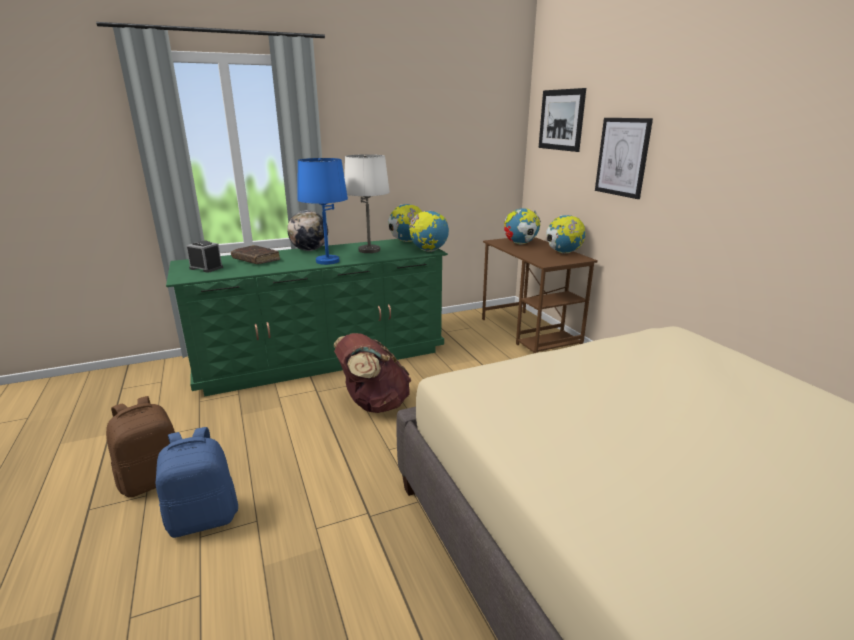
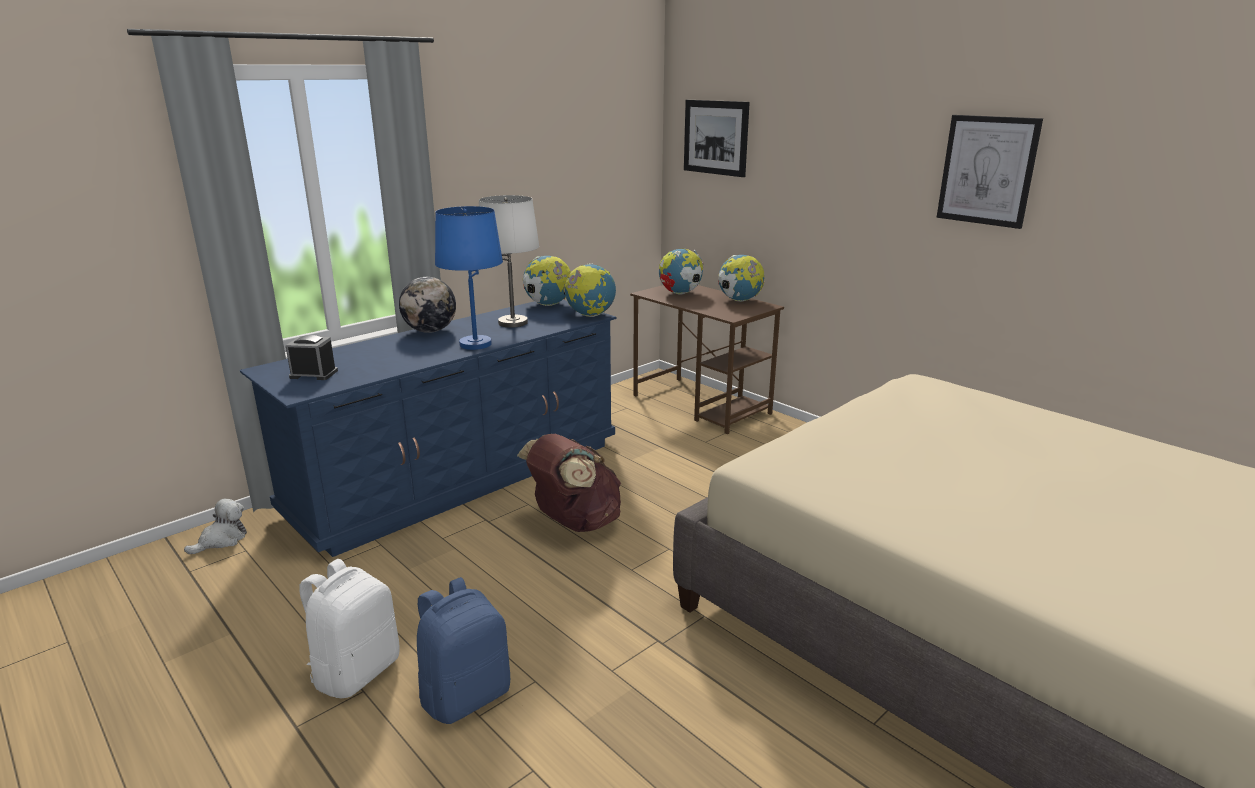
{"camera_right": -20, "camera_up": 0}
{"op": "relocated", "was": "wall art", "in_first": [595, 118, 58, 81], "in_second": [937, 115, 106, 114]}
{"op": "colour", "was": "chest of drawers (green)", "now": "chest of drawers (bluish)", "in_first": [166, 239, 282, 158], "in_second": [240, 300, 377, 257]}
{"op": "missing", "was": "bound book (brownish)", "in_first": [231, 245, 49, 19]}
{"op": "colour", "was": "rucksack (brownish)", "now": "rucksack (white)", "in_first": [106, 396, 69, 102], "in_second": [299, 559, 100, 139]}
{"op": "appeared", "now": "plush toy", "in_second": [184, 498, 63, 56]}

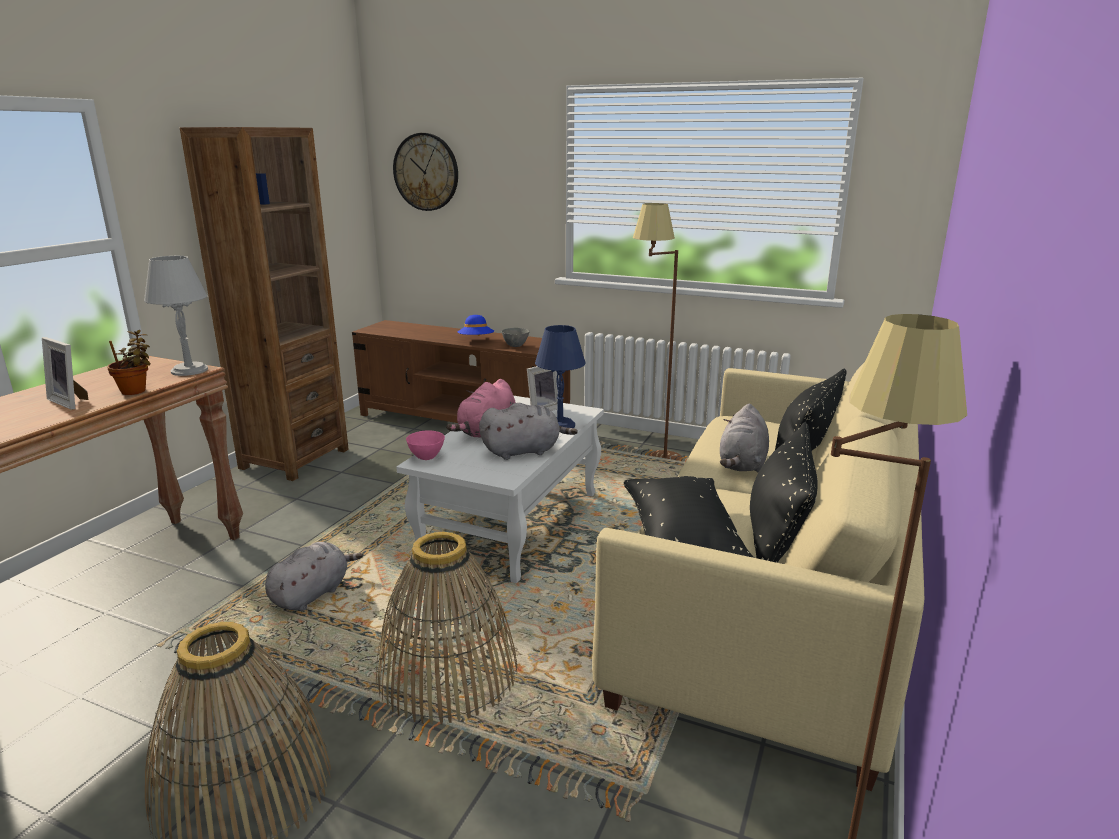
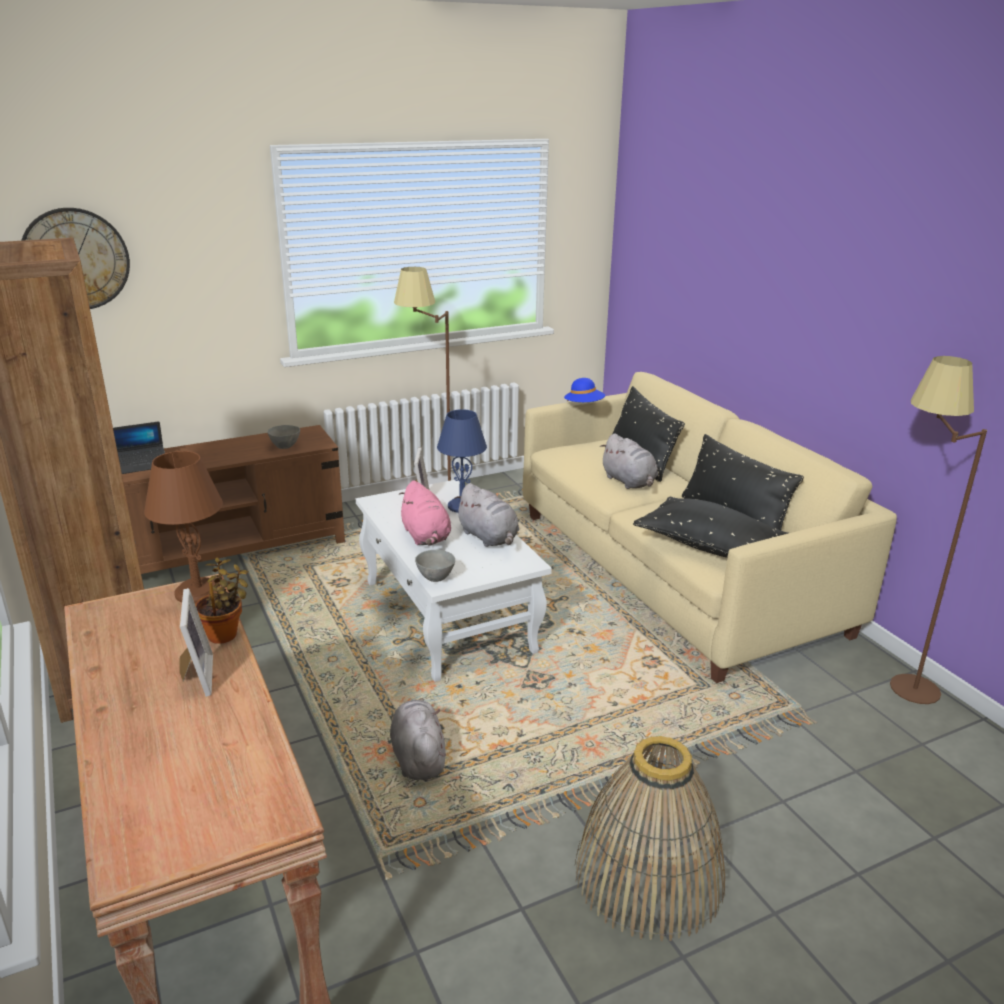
{"camera_right": -50, "camera_up": 5}
{"op": "colour", "was": "lamp for a table (greyish)", "now": "lamp for a table (brownish)", "in_first": [144, 256, 64, 120], "in_second": [144, 451, 79, 153]}
{"op": "relocated", "was": "wearable hat (bluish)", "in_first": [458, 315, 36, 21], "in_second": [564, 378, 41, 24]}
{"op": "spun", "was": "picture frame", "in_first": [42, 337, 47, 73], "in_second": [179, 588, 34, 109], "clockwise": -90}
{"op": "spun", "was": "plush toy (greyish)", "in_first": [479, 402, 99, 58], "in_second": [454, 483, 65, 64], "clockwise": 120}
{"op": "colour", "was": "deep dish (pink)", "now": "deep dish (greyish)", "in_first": [406, 430, 39, 30], "in_second": [415, 550, 40, 32]}
{"op": "missing", "was": "household basket", "in_first": [376, 532, 141, 193]}
{"op": "appeared", "now": "notebook computer", "in_second": [113, 421, 52, 53]}

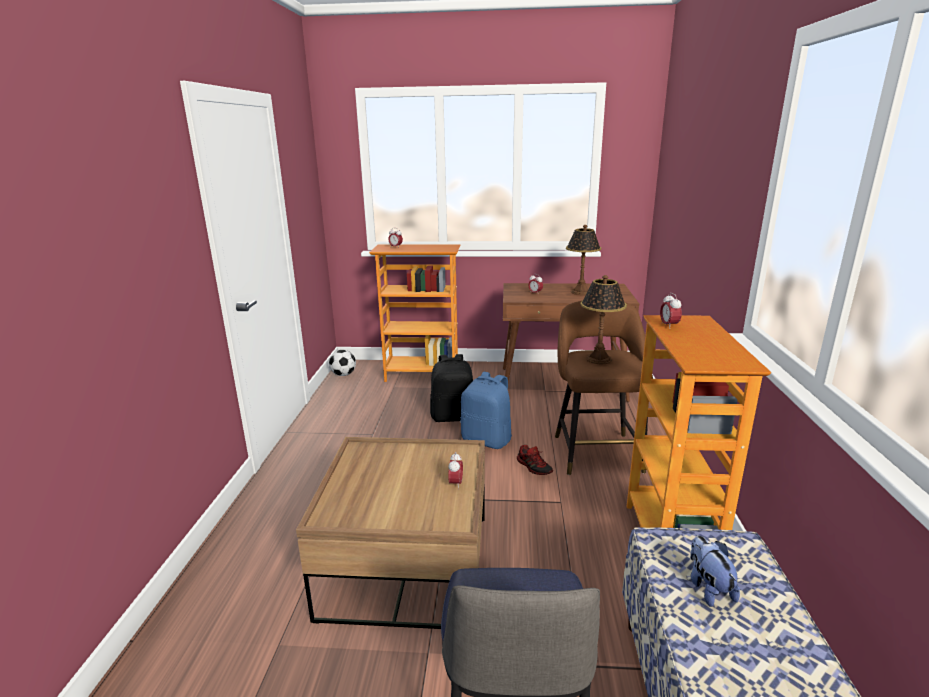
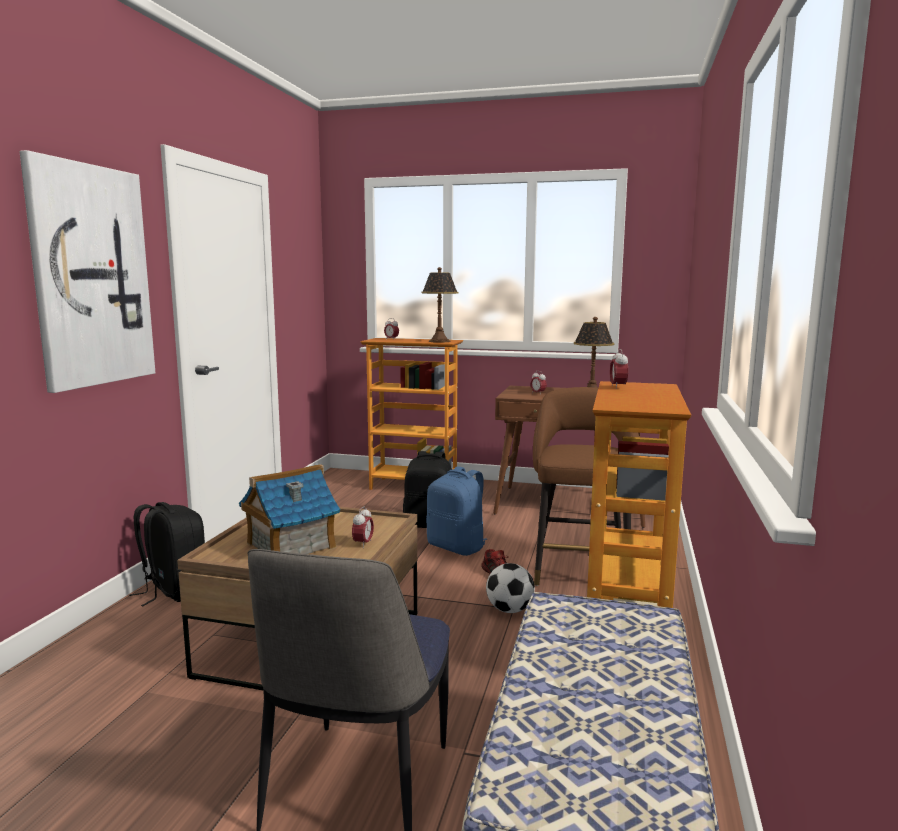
{"camera_right": 10, "camera_up": -10}
{"op": "relocated", "was": "lamp for a table", "in_first": [580, 275, 47, 89], "in_second": [421, 267, 38, 76]}
{"op": "relocated", "was": "football ball", "in_first": [329, 350, 27, 26], "in_second": [486, 563, 49, 50]}
{"op": "missing", "was": "plush toy", "in_first": [690, 536, 50, 71]}
{"op": "appeared", "now": "wall art", "in_second": [19, 150, 136, 243]}
{"op": "appeared", "now": "toy house", "in_second": [239, 464, 101, 90]}
{"op": "appeared", "now": "rucksack (blackish)", "in_second": [129, 502, 76, 104]}

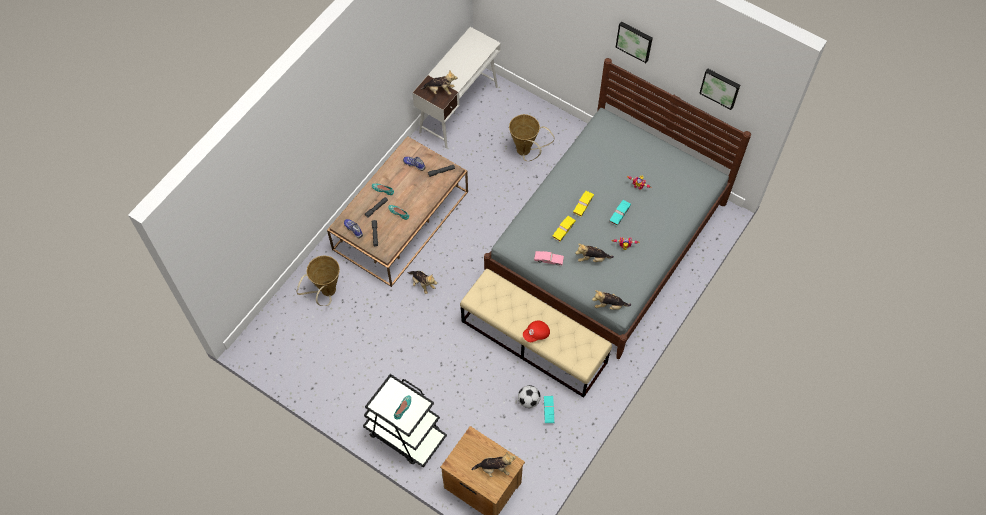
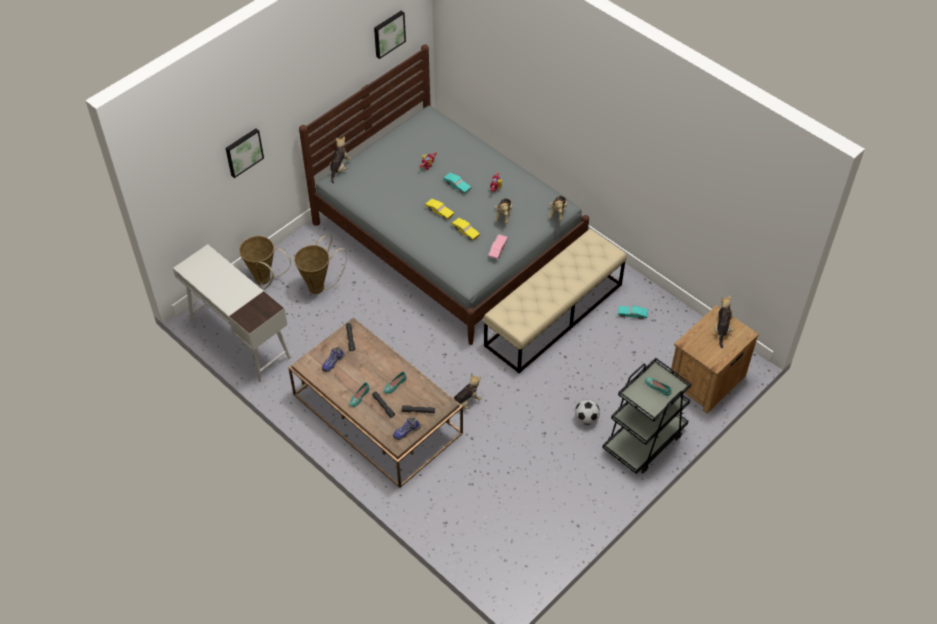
{"camera_right": -80, "camera_up": -10}
{"op": "relocated", "was": "wall art", "in_first": [615, 22, 38, 41], "in_second": [226, 129, 38, 49]}
{"op": "relocated", "was": "plush toy", "in_first": [420, 70, 37, 25], "in_second": [329, 136, 22, 47]}
{"op": "relocated", "was": "household basket", "in_first": [296, 256, 44, 50], "in_second": [239, 236, 52, 53]}
{"op": "missing", "was": "baseball cap (red)", "in_first": [523, 321, 27, 21]}
{"op": "relocated", "was": "football ball", "in_first": [518, 385, 23, 23], "in_second": [575, 400, 25, 25]}

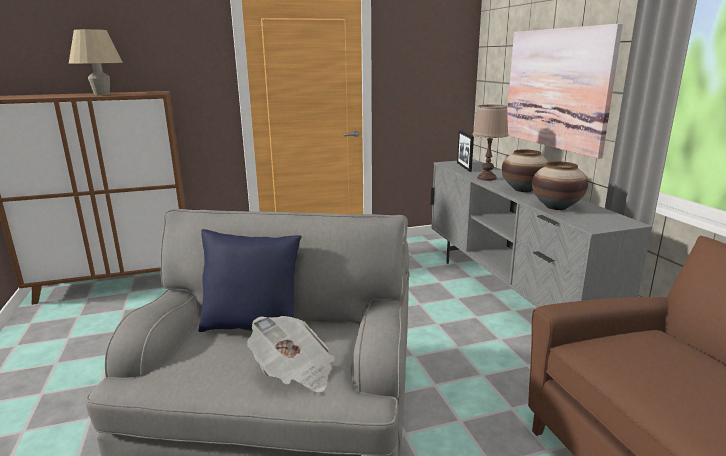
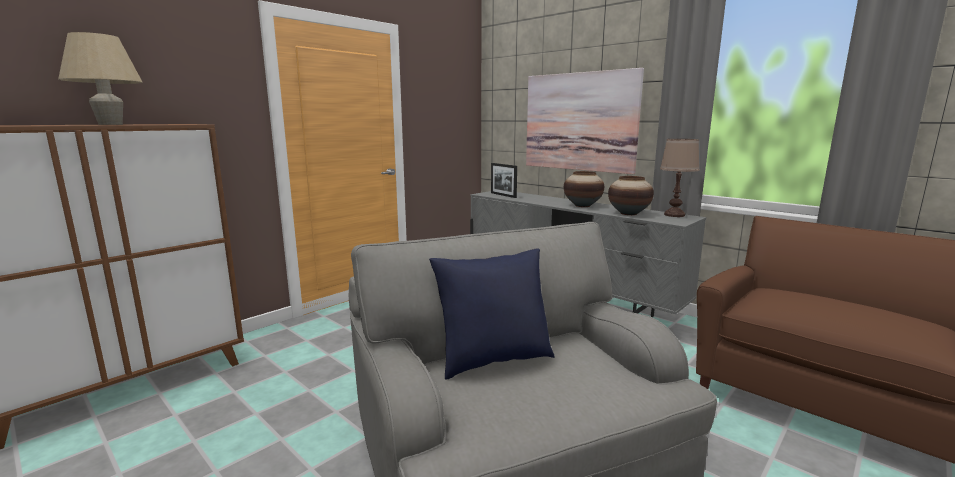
{"camera_right": -30, "camera_up": -5}
{"op": "relocated", "was": "lamp for a table (brownish)", "in_first": [472, 105, 37, 76], "in_second": [660, 139, 40, 78]}
{"op": "missing", "was": "printed paper", "in_first": [247, 316, 88, 76]}

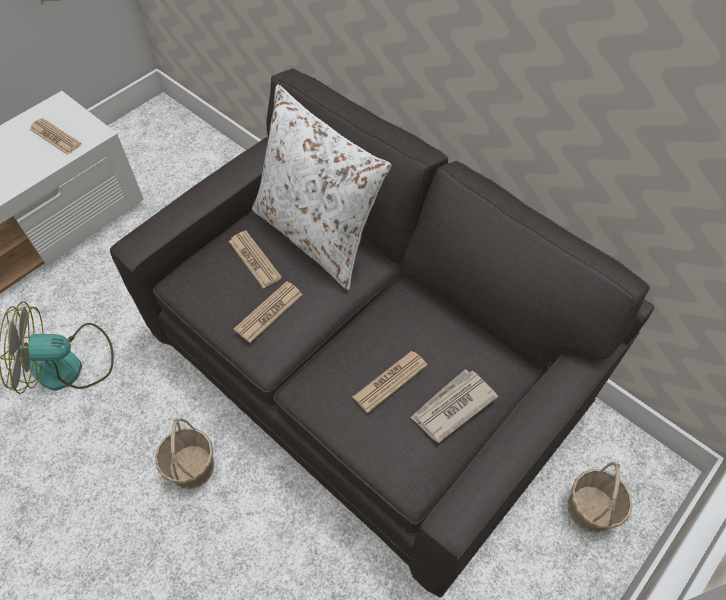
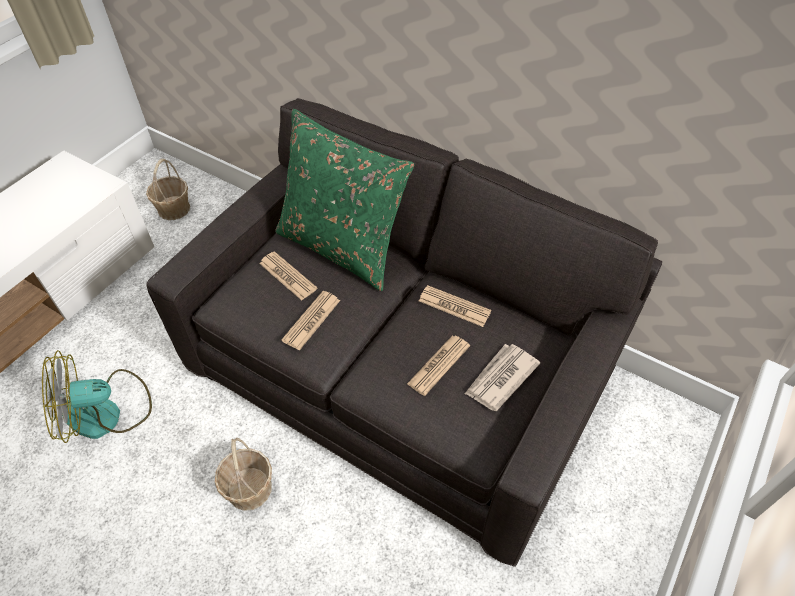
{"camera_right": -10, "camera_up": -5}
{"op": "colour", "was": "pillow (white)", "now": "pillow (green)", "in_first": [252, 85, 139, 205], "in_second": [275, 109, 139, 182]}
{"op": "relocated", "was": "printed paper", "in_first": [29, 118, 52, 37], "in_second": [419, 285, 72, 42]}
{"op": "relocated", "was": "household basket", "in_first": [568, 462, 64, 71], "in_second": [146, 159, 44, 61]}

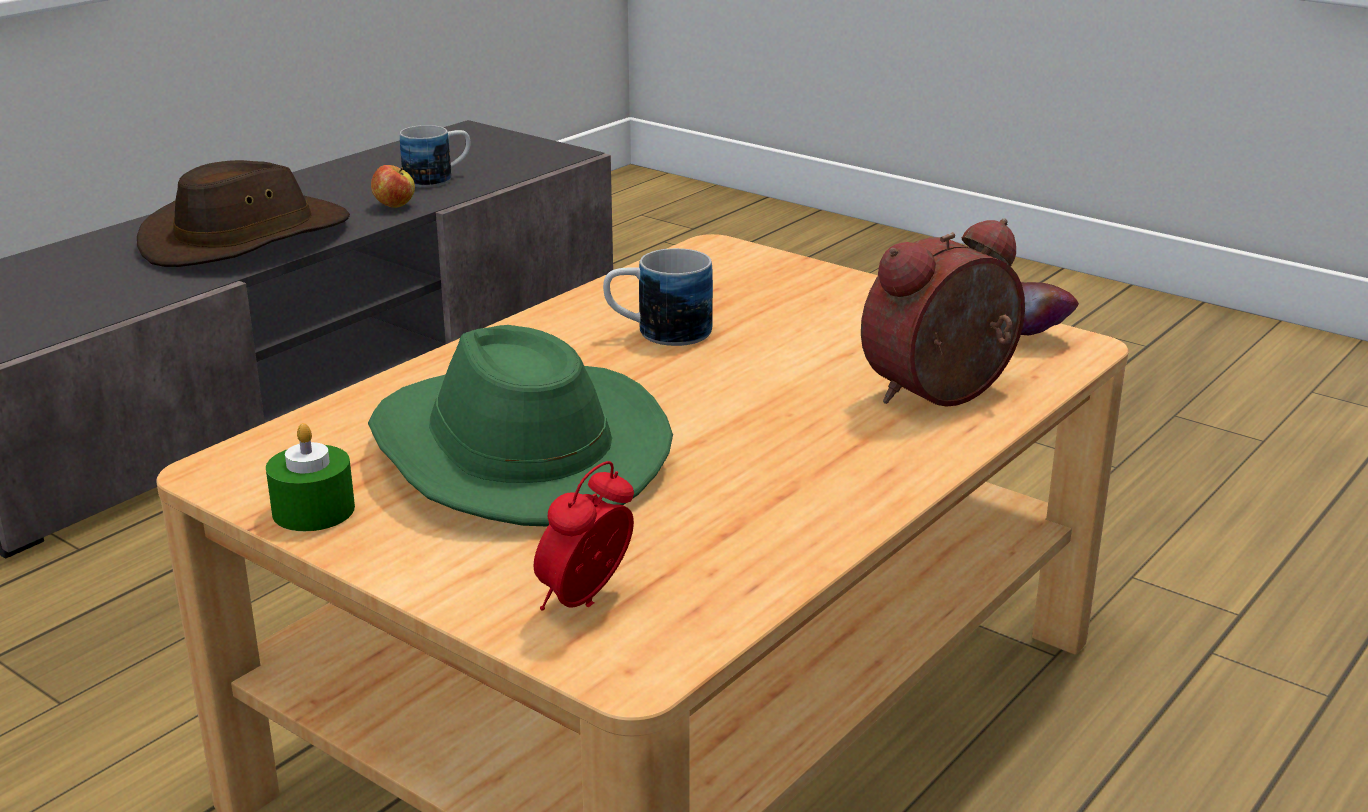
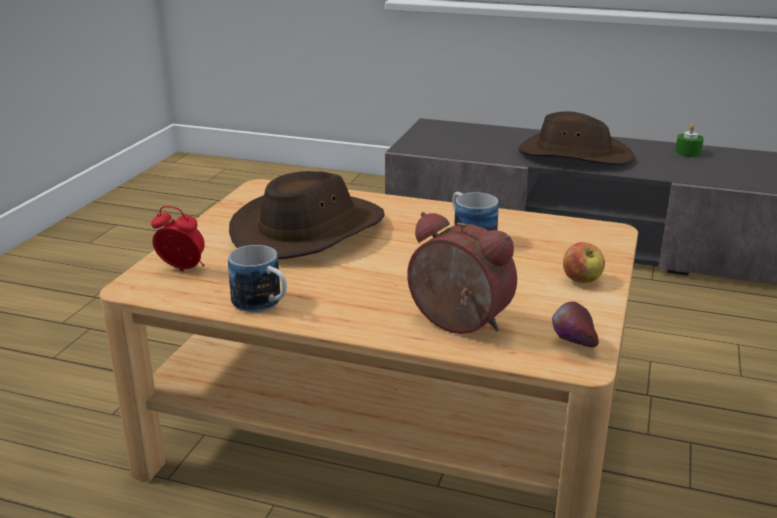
{"camera_right": 70, "camera_up": 0}
{"op": "relocated", "was": "tea mug", "in_first": [400, 125, 70, 63], "in_second": [228, 245, 59, 67]}
{"op": "relocated", "was": "apple", "in_first": [371, 165, 44, 43], "in_second": [563, 242, 42, 41]}
{"op": "colour", "was": "wearable hat (green)", "now": "wearable hat (brownish)", "in_first": [368, 325, 305, 202], "in_second": [229, 171, 156, 88]}
{"op": "relocated", "was": "candle (green)", "in_first": [266, 423, 89, 108], "in_second": [675, 124, 29, 33]}

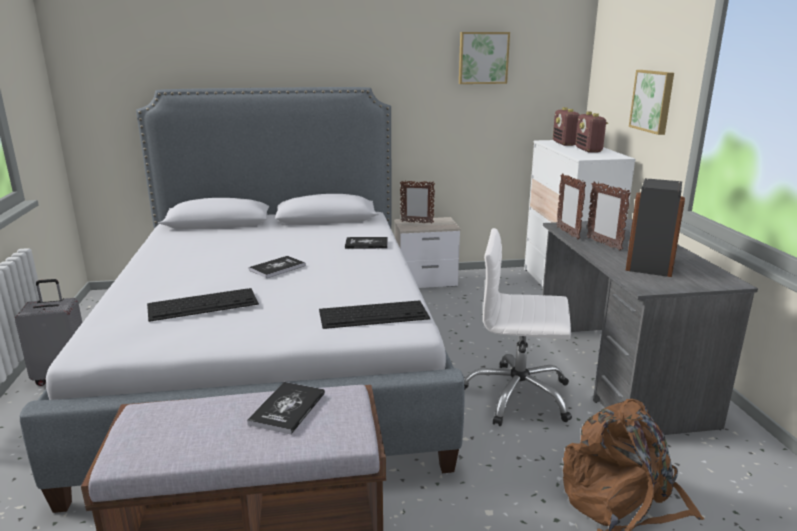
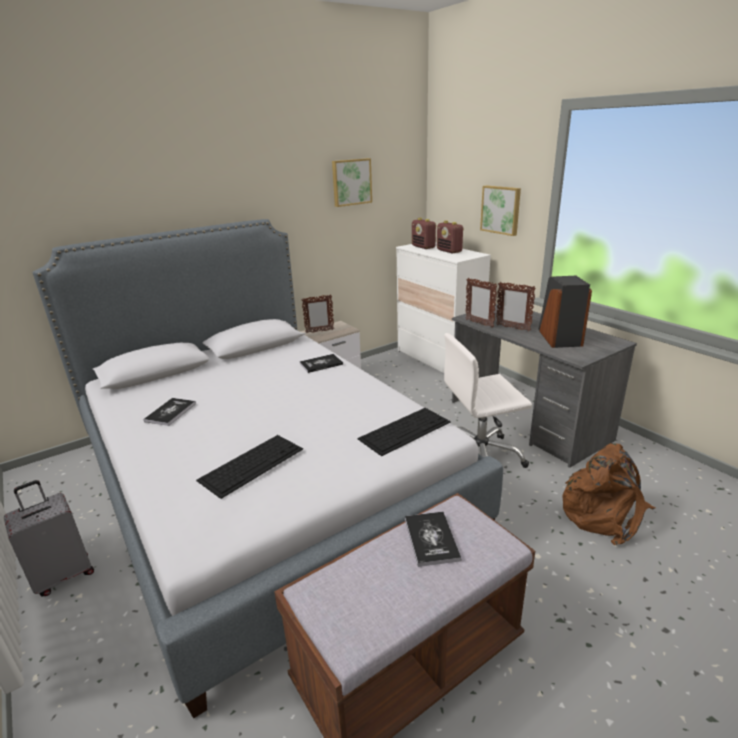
{"camera_right": -25, "camera_up": 5}
{"op": "relocated", "was": "bound book", "in_first": [249, 256, 57, 22], "in_second": [144, 398, 52, 28]}

